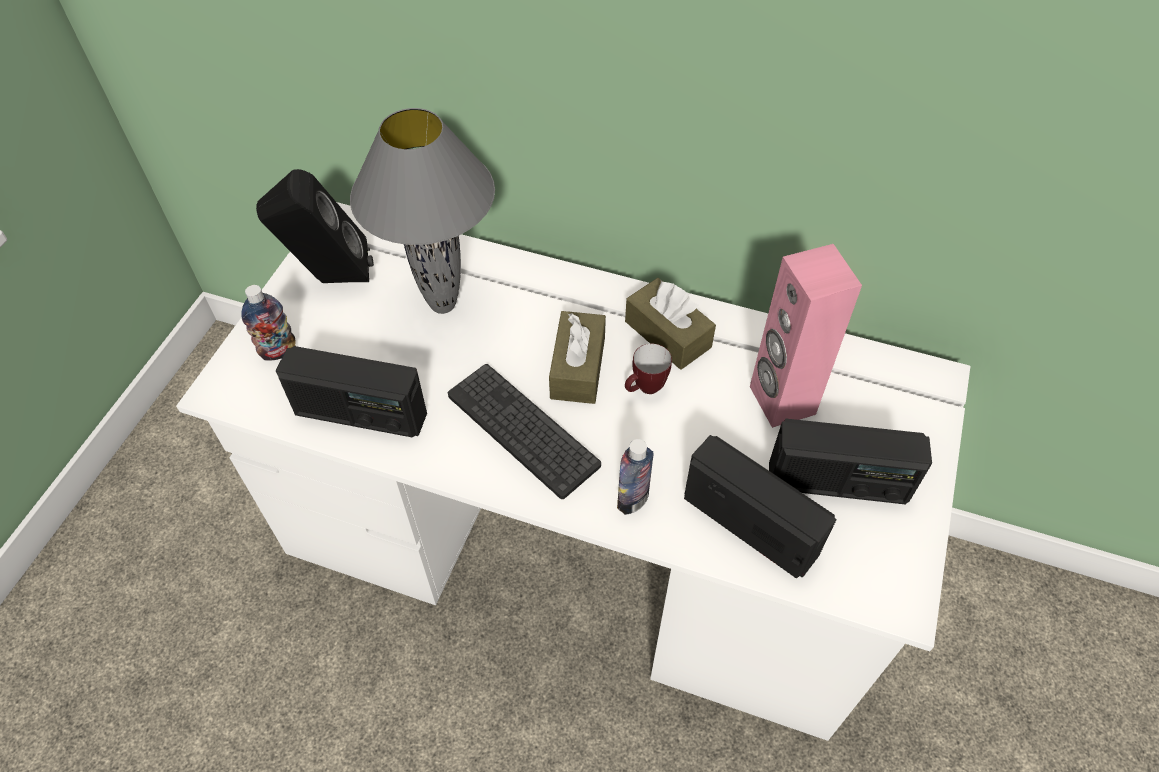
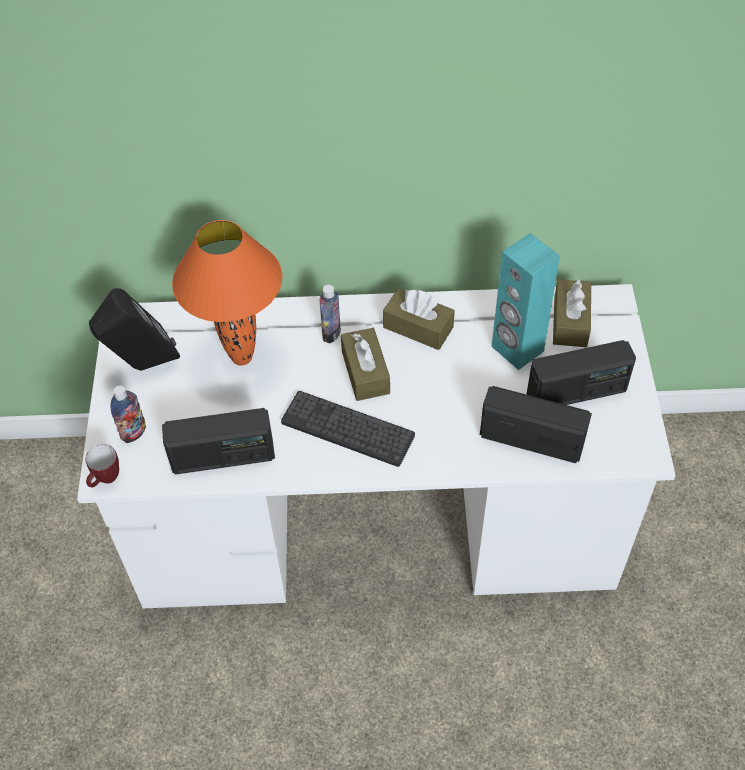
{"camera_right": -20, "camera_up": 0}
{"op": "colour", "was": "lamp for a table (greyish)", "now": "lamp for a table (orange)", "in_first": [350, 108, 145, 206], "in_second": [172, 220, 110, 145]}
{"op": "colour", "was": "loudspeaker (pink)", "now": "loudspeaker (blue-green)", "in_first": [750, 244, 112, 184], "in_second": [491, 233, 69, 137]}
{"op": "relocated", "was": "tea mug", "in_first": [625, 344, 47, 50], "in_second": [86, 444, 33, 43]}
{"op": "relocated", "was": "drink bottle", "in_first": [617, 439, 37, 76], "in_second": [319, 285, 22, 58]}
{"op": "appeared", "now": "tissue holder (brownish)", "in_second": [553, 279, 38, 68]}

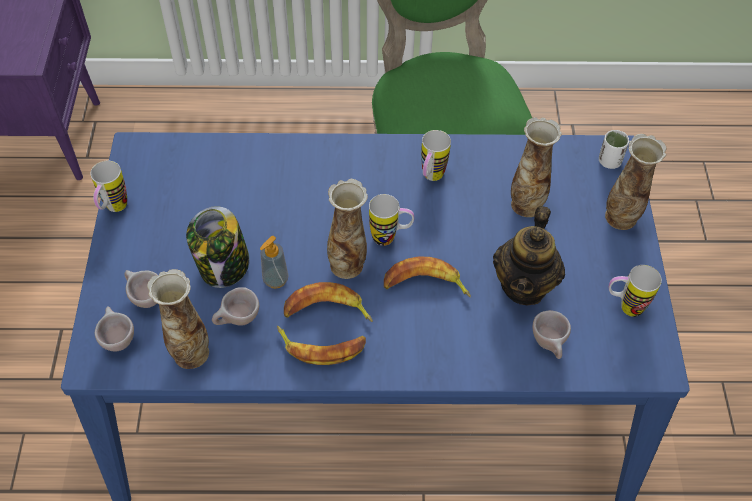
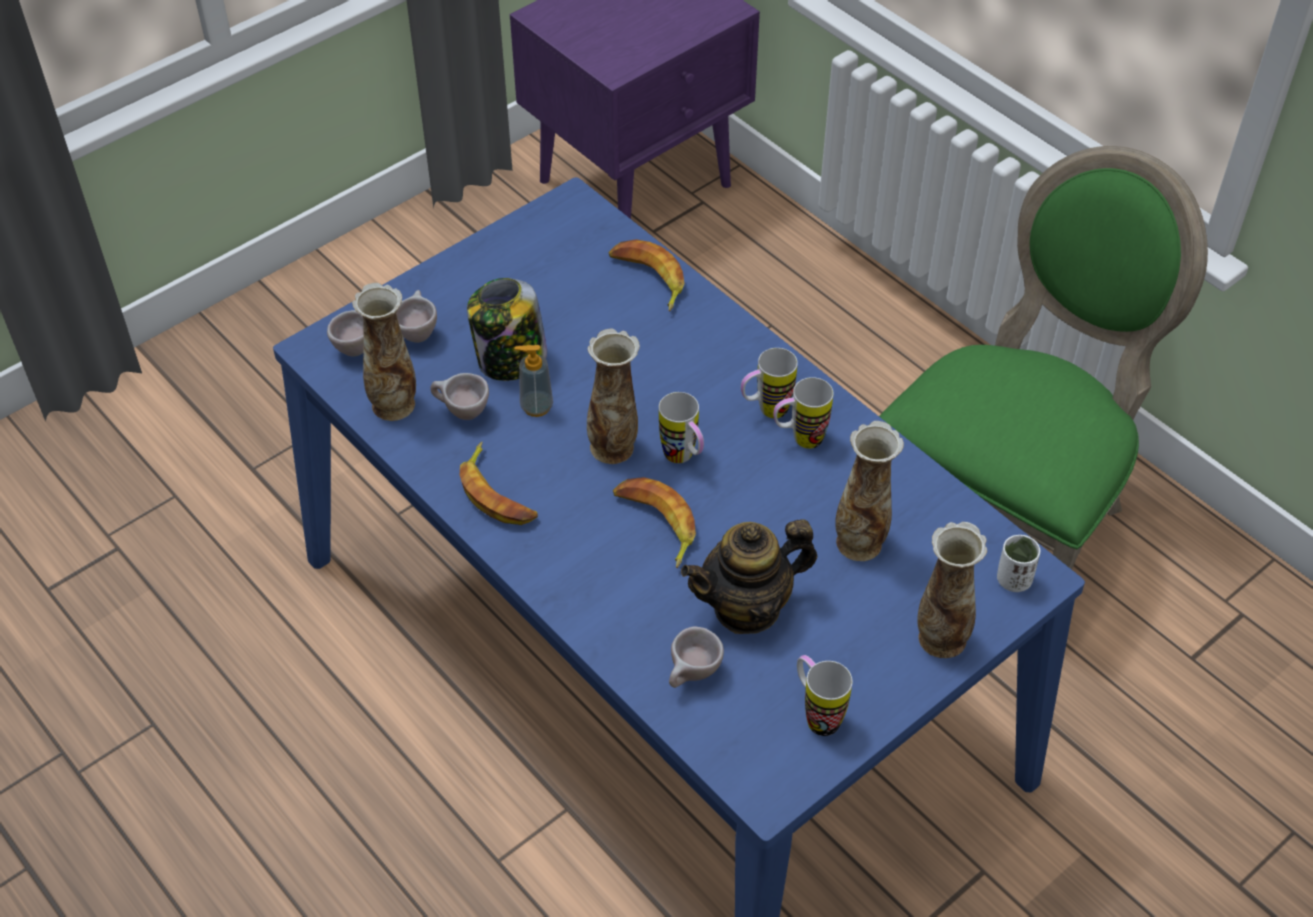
{"camera_right": 50, "camera_up": -5}
{"op": "relocated", "was": "tea mug", "in_first": [90, 160, 37, 52], "in_second": [741, 348, 57, 70]}
{"op": "relocated", "was": "banana", "in_first": [284, 282, 89, 40], "in_second": [609, 239, 76, 72]}

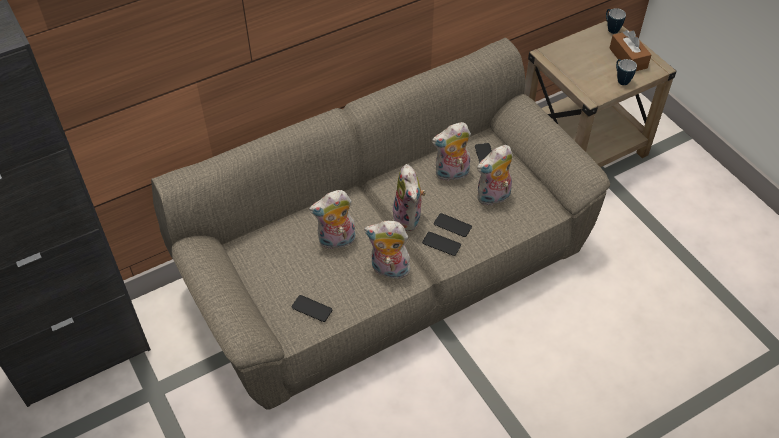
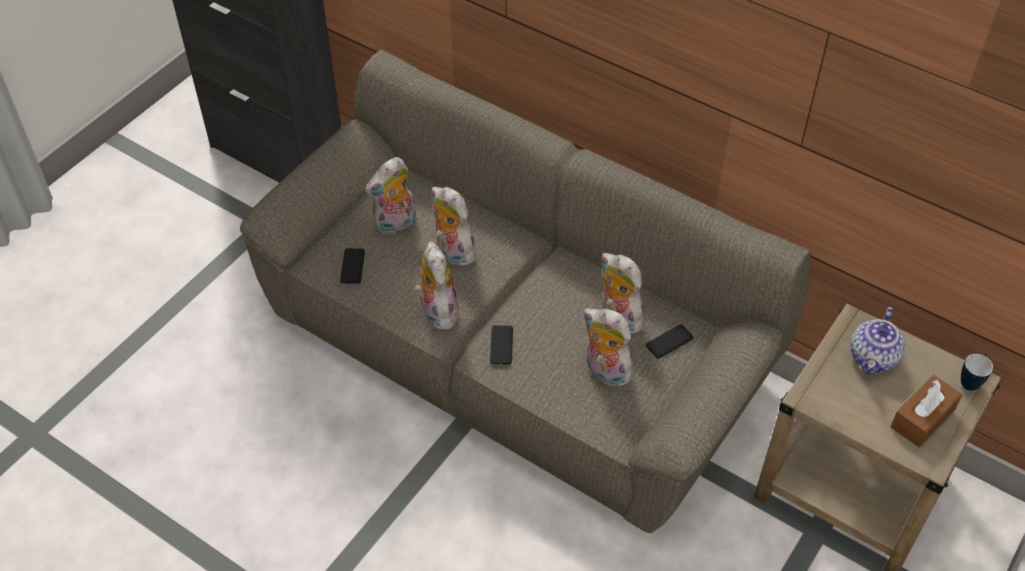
{"camera_right": 65, "camera_up": 0}
{"op": "missing", "was": "tea mug", "in_first": [616, 59, 21, 26]}
{"op": "relocated", "was": "plush toy", "in_first": [393, 164, 33, 67], "in_second": [365, 157, 51, 78]}
{"op": "missing", "was": "phone", "in_first": [434, 213, 38, 24]}
{"op": "appeared", "now": "teapot", "in_second": [850, 307, 55, 68]}

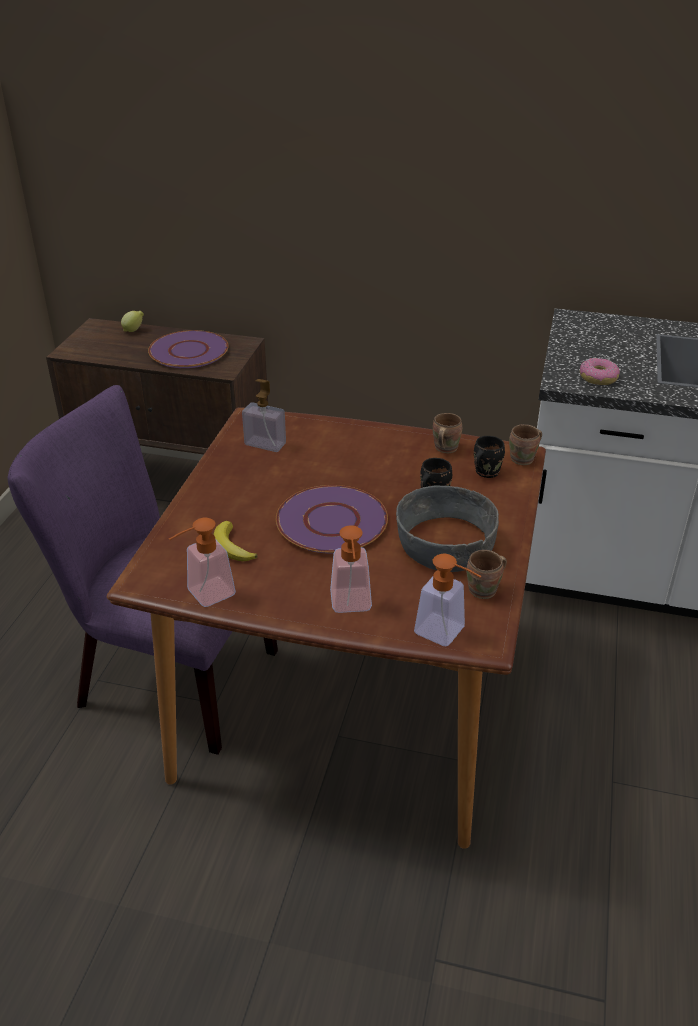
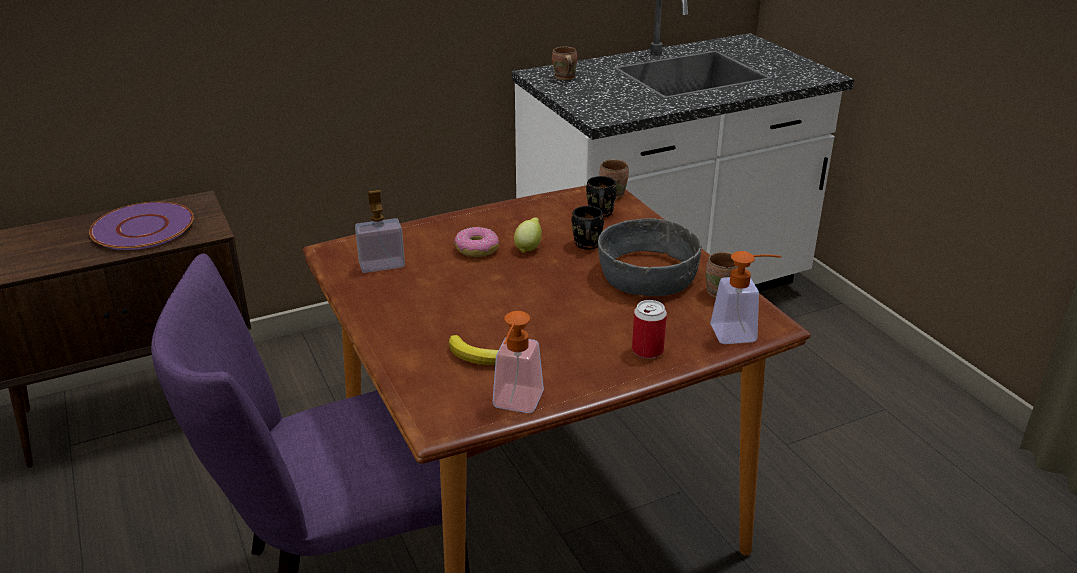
{"camera_right": -40, "camera_up": -5}
{"op": "relocated", "was": "citrus fruit", "in_first": [121, 311, 23, 21], "in_second": [514, 217, 28, 36]}
{"op": "relocated", "was": "ring doughnut", "in_first": [580, 358, 40, 27], "in_second": [454, 227, 45, 30]}
{"op": "relocated", "was": "tea mug (brownish)", "in_first": [433, 413, 29, 40], "in_second": [552, 47, 25, 33]}
{"op": "missing", "was": "flat dish (purple-coloured)", "in_first": [276, 485, 112, 69]}
{"op": "exchanged", "was": "soap bottle", "now": "can", "in_first": [330, 525, 42, 88], "in_second": [632, 300, 35, 59]}

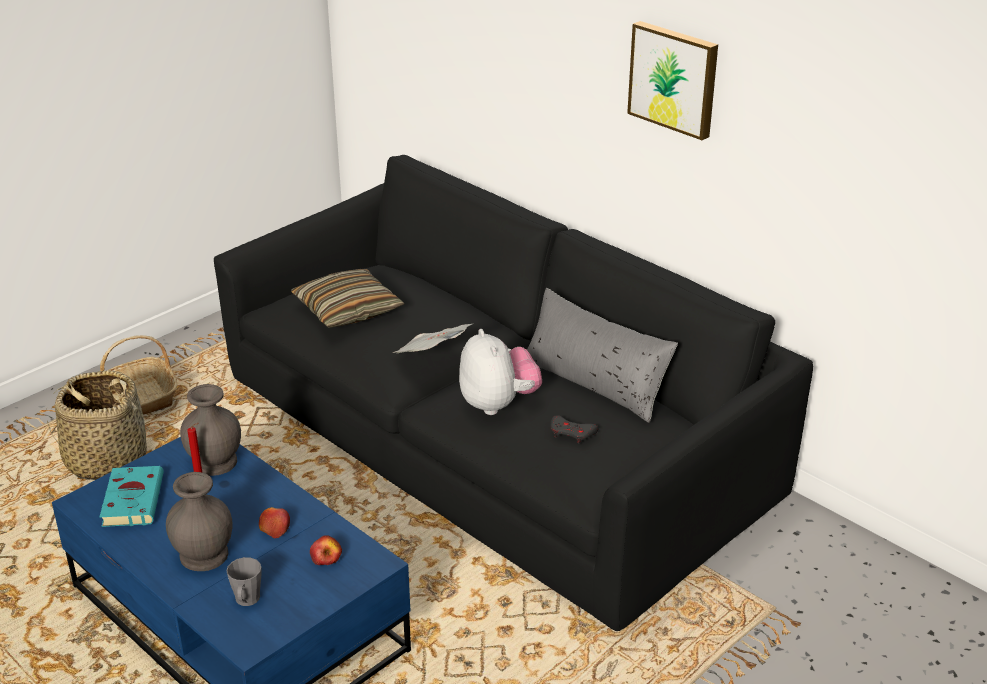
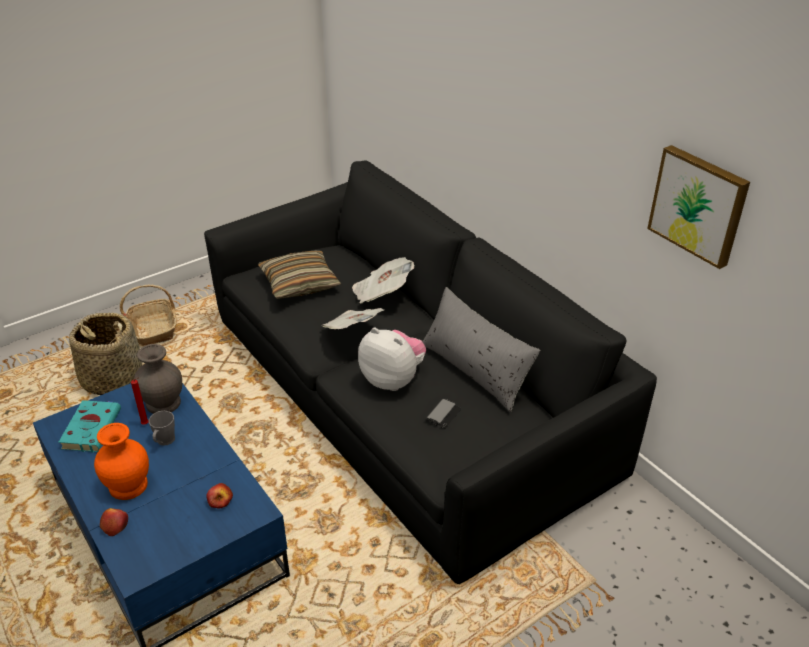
{"camera_right": 10, "camera_up": 5}
{"op": "relocated", "was": "wall art", "in_first": [627, 21, 91, 119], "in_second": [647, 145, 103, 124]}
{"op": "spun", "was": "plush toy", "in_first": [459, 329, 83, 86], "in_second": [358, 328, 68, 63], "clockwise": -45}
{"op": "exchanged", "was": "game controller (greyish)", "now": "phone", "in_first": [550, 415, 48, 28], "in_second": [426, 398, 35, 30]}
{"op": "colour", "was": "decorative vase (greyish)", "now": "decorative vase (orange)", "in_first": [166, 472, 66, 99], "in_second": [94, 423, 55, 77]}
{"op": "relocated", "was": "apple", "in_first": [259, 507, 31, 31], "in_second": [100, 508, 28, 28]}
{"op": "relocated", "was": "tea mug (greyish)", "in_first": [226, 557, 35, 49], "in_second": [149, 411, 26, 35]}
{"op": "appeared", "now": "printed paper", "in_second": [352, 257, 62, 47]}

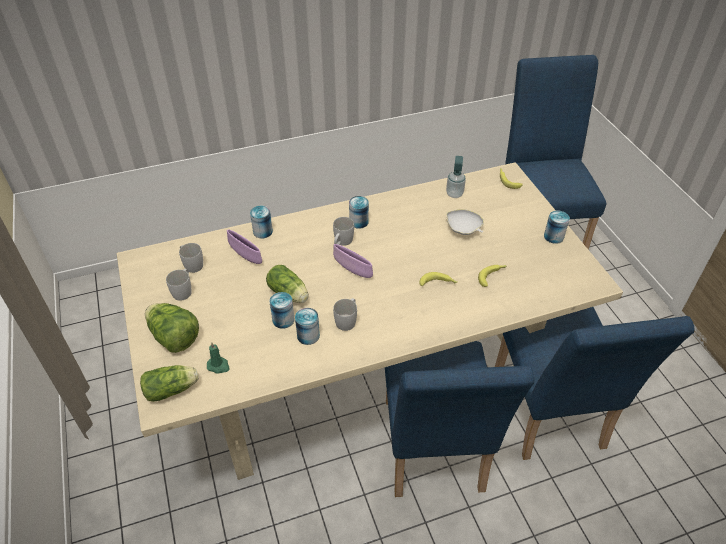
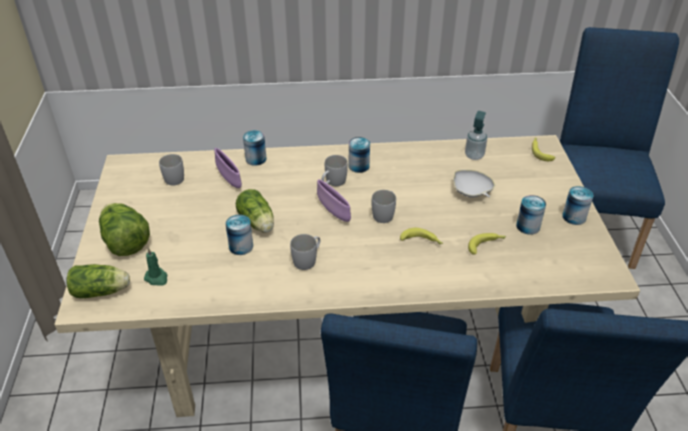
{"camera_right": 15, "camera_up": -5}
{"op": "relocated", "was": "tea mug (white)", "in_first": [166, 269, 26, 32], "in_second": [372, 190, 24, 33]}
{"op": "relocated", "was": "can", "in_first": [295, 308, 25, 37], "in_second": [516, 195, 30, 40]}

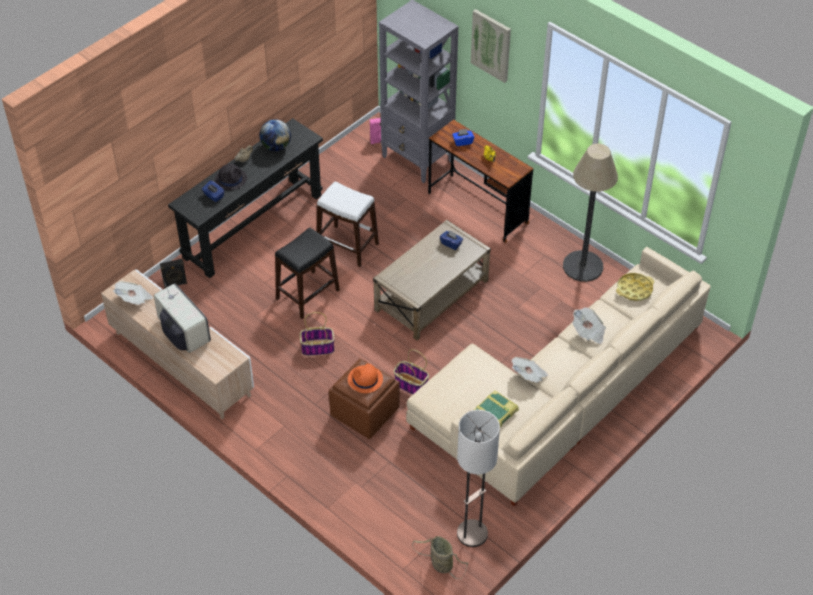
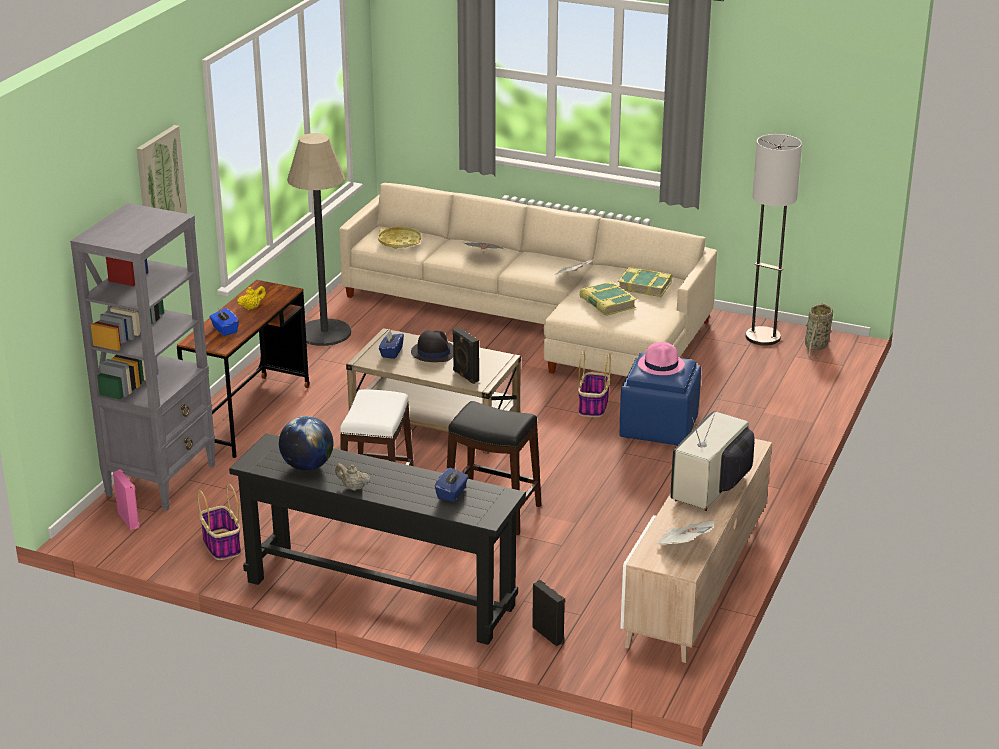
{"camera_right": -110, "camera_up": -20}
{"op": "relocated", "was": "wearable hat (blackish)", "in_first": [215, 164, 32, 26], "in_second": [411, 330, 42, 32]}
{"op": "relocated", "was": "household basket", "in_first": [300, 312, 35, 44], "in_second": [198, 483, 43, 77]}
{"op": "colour", "was": "footrest (brownish)", "now": "footrest (bluish)", "in_first": [329, 358, 71, 81], "in_second": [620, 353, 81, 92]}
{"op": "colour", "was": "wearable hat (orange)", "now": "wearable hat (pink)", "in_first": [348, 363, 35, 30], "in_second": [638, 342, 47, 33]}
{"op": "appeared", "now": "bound book", "in_second": [579, 281, 58, 35]}
{"op": "appeared", "now": "loudspeaker (blackish)", "in_second": [452, 328, 27, 56]}

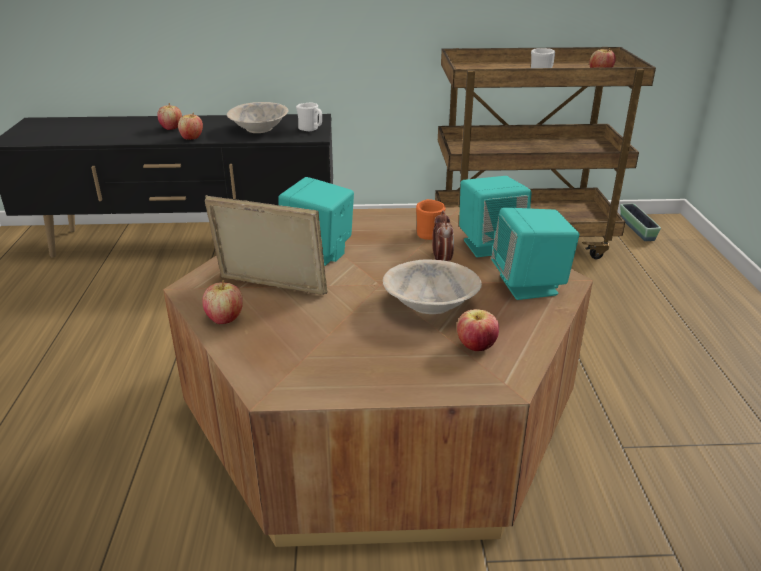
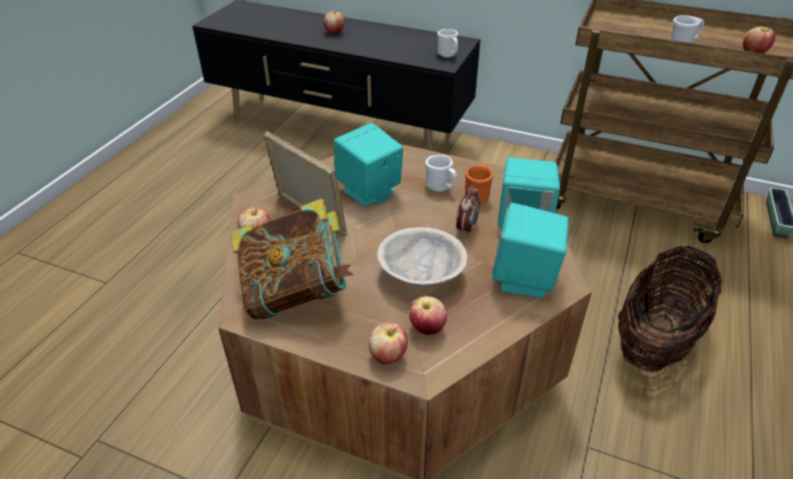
{"camera_right": 25, "camera_up": 10}
{"op": "missing", "was": "deep dish (beige)", "in_first": [227, 102, 62, 31]}
{"op": "relocated", "was": "apple", "in_first": [178, 113, 25, 27], "in_second": [369, 322, 39, 42]}
{"op": "appeared", "now": "tea mug (white)", "in_second": [425, 155, 32, 37]}
{"op": "appeared", "now": "bound book", "in_second": [231, 198, 123, 121]}
{"op": "appeared", "now": "household basket", "in_second": [618, 245, 104, 127]}

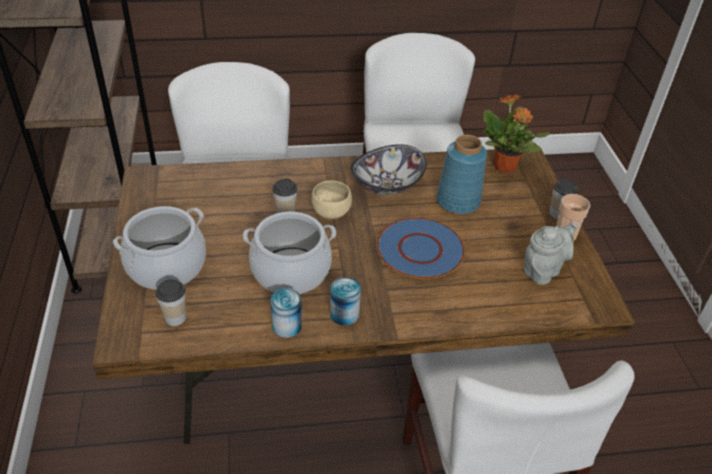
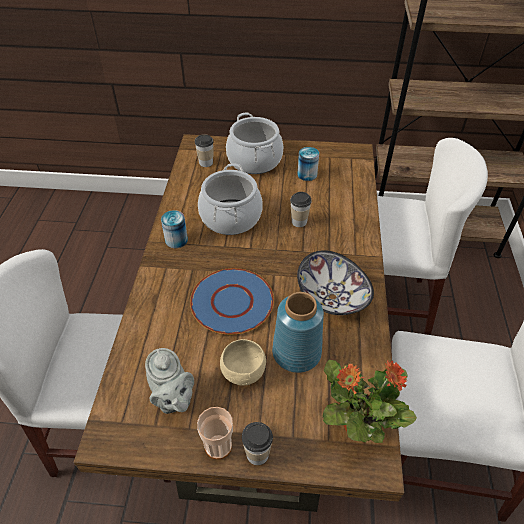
{"camera_right": 105, "camera_up": 5}
{"op": "relocated", "was": "deep dish (beige)", "in_first": [311, 180, 41, 39], "in_second": [220, 339, 46, 47]}
{"op": "relocated", "was": "can", "in_first": [271, 288, 31, 50], "in_second": [297, 147, 22, 34]}

